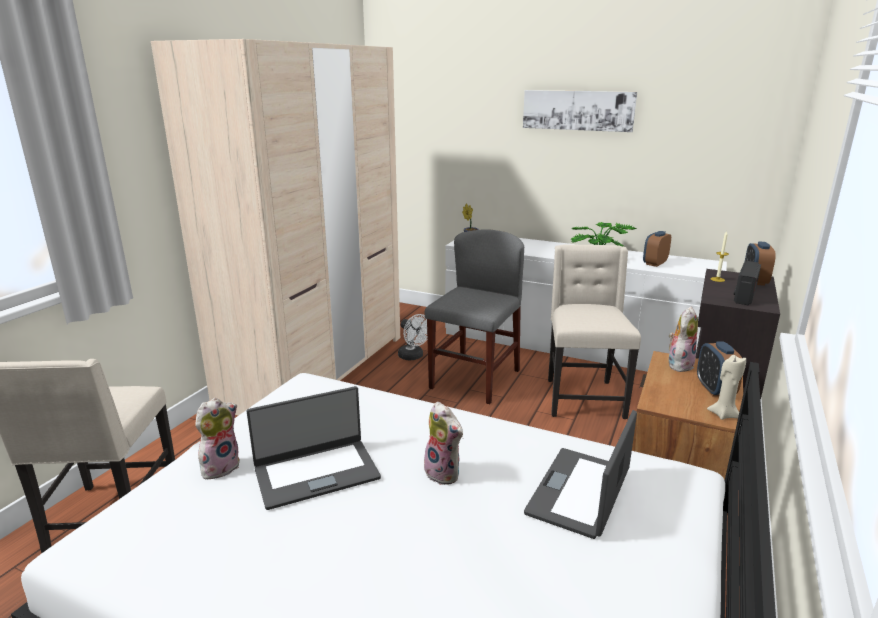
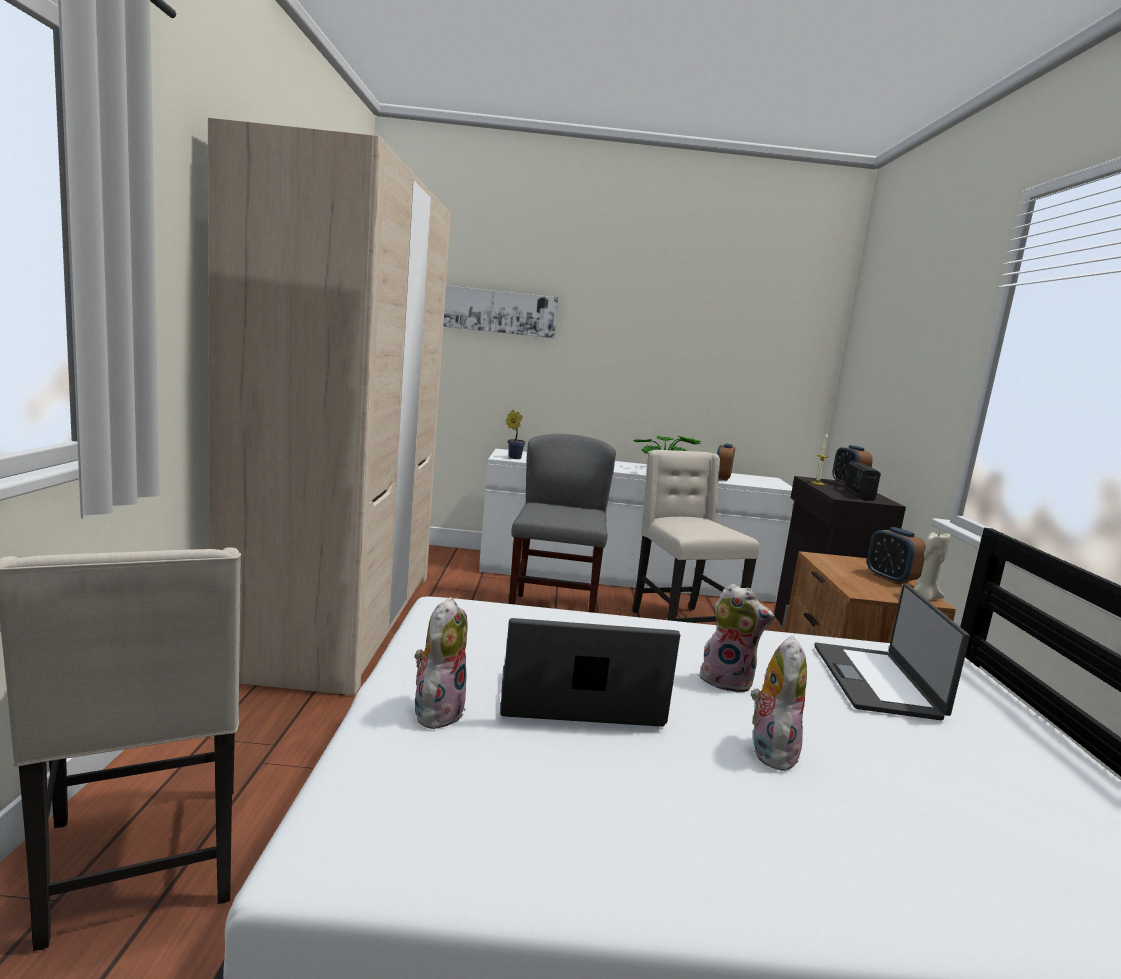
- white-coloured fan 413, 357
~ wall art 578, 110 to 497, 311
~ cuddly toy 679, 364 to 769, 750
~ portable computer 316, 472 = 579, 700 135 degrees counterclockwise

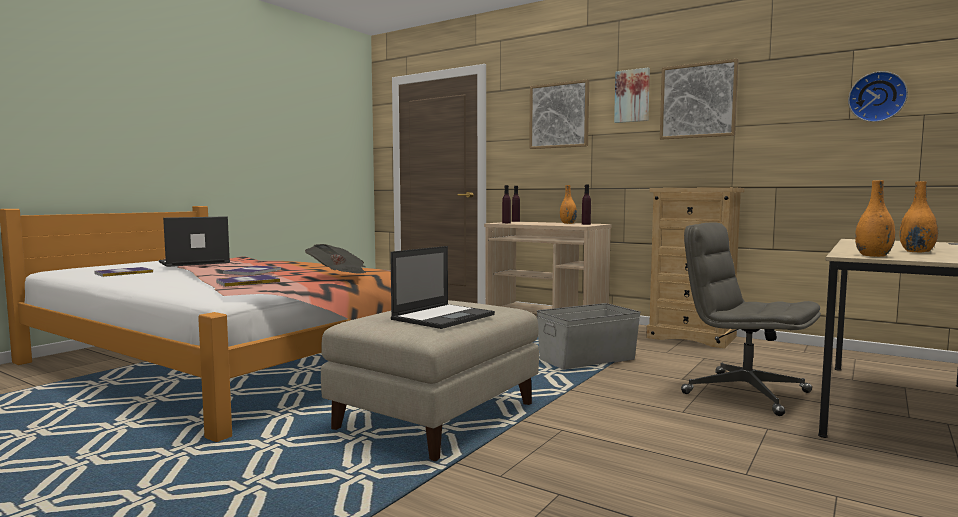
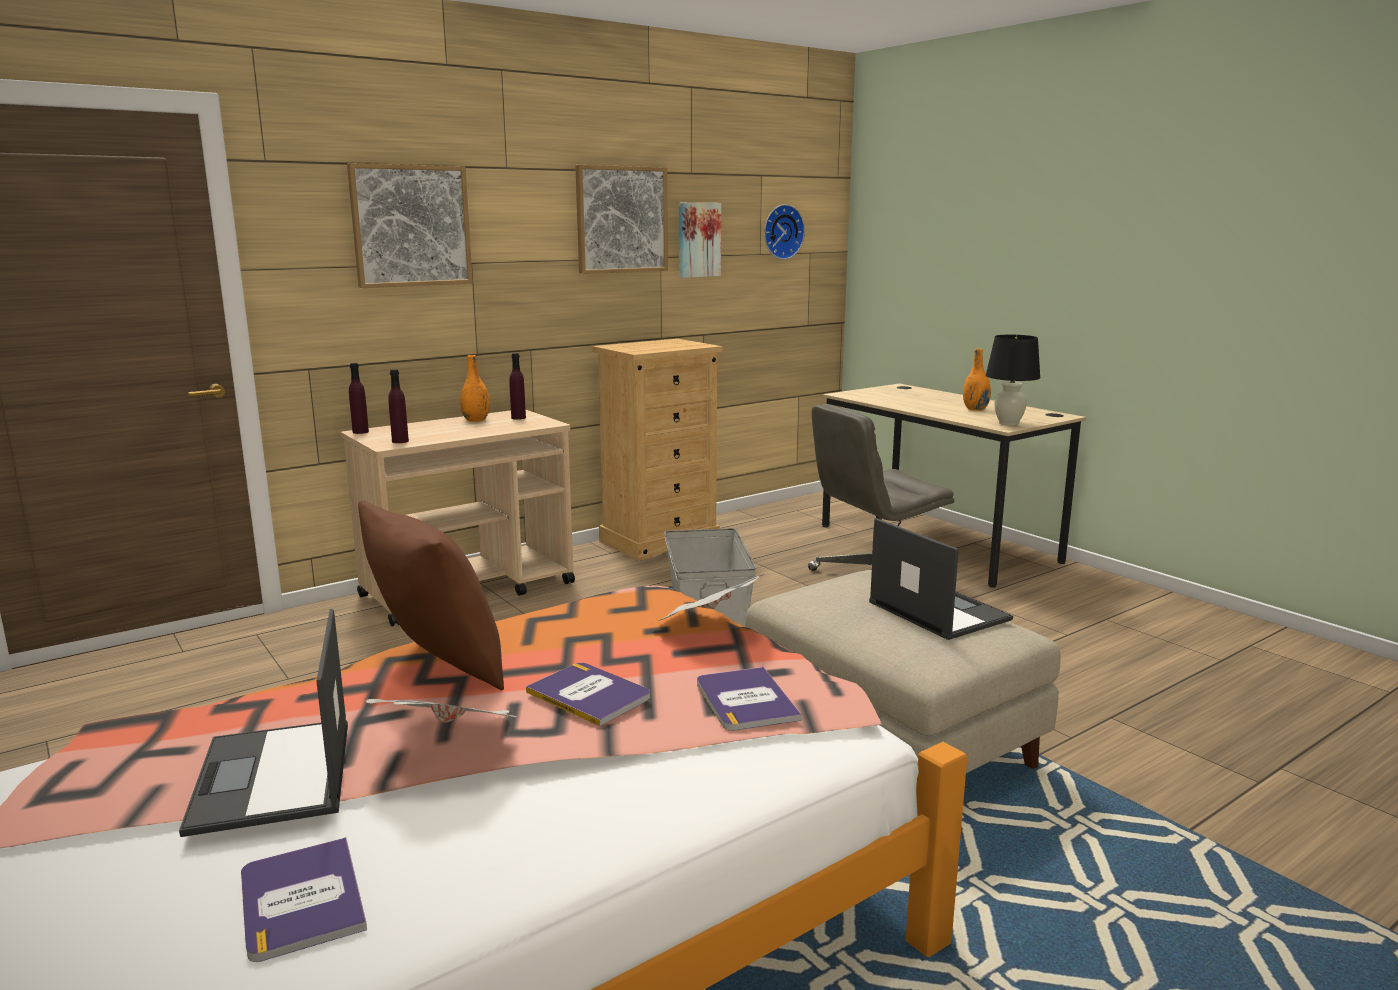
+ brown-coloured pillow 437, 668
+ printed paper 452, 743
~ wall art 632, 96 to 698, 240
~ orangey vase 873, 255 to black-coloured lamp for a table 1008, 423

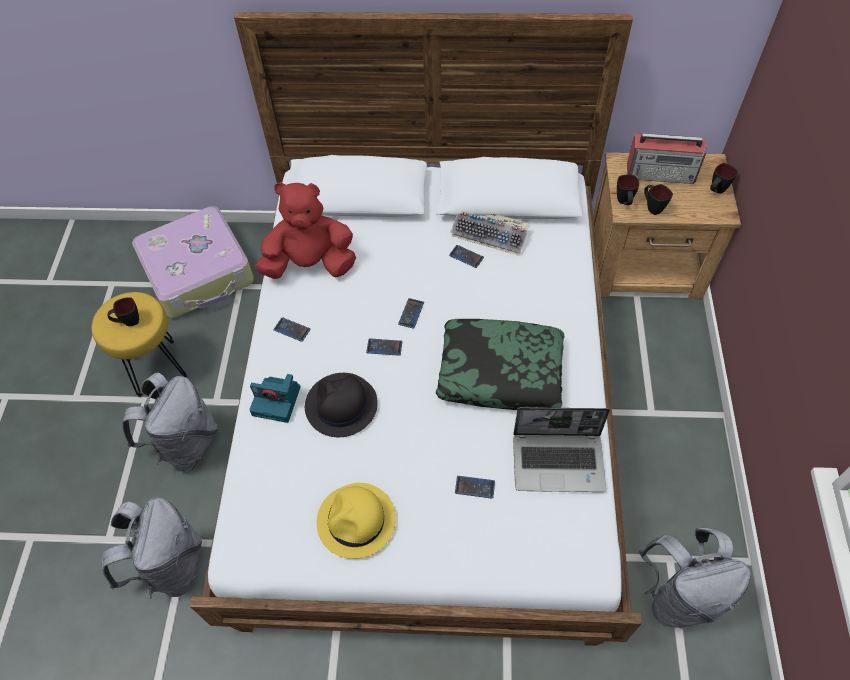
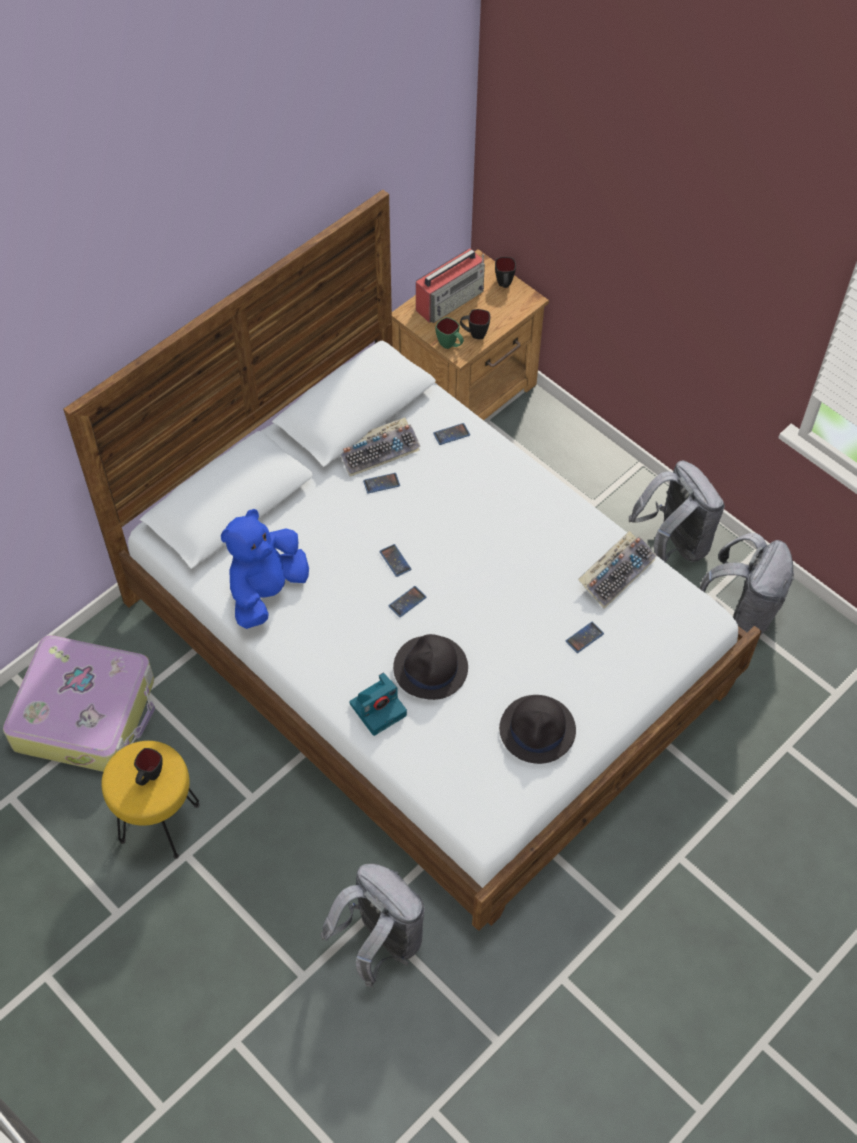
- pillow 500, 372
~ gray knapsack 186, 444 to 673, 544
~ phone 292, 329 to 451, 434
~ portable computer 559, 462 to computer keyboard 616, 572
~ reddish cuddly toy 310, 264 to blue cuddly toy 266, 591
~ yellow wearable hat 356, 521 to black-coloured wearable hat 538, 730
~ black-coloured coffee mug 624, 202 to green coffee mug 450, 345

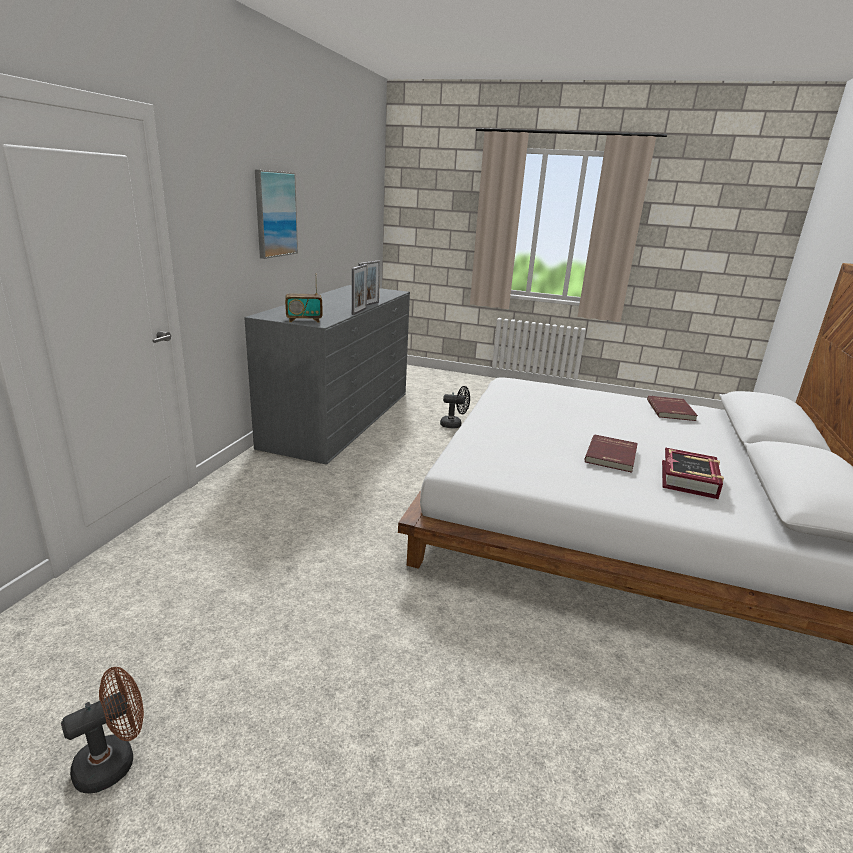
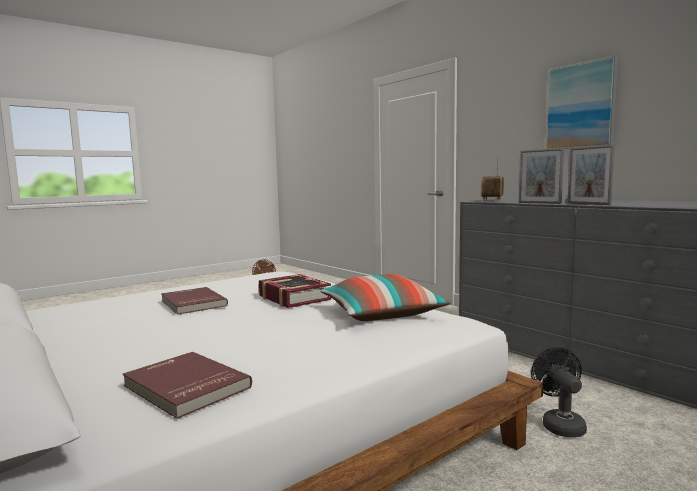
+ pillow 381, 314
~ book 689, 479 to 293, 298
~ black-coloured fan 454, 425 = 559, 424 135 degrees clockwise

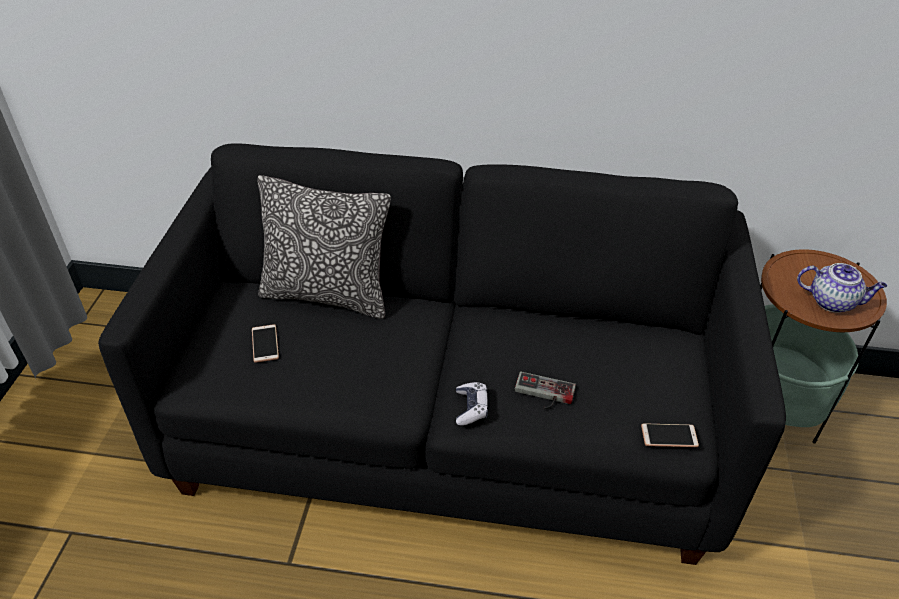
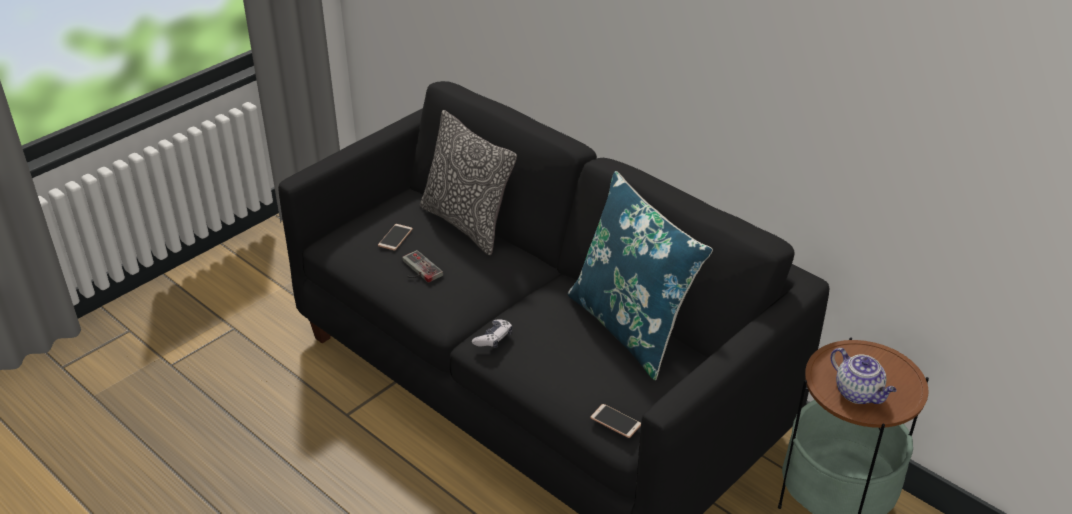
+ blue pillow 631, 327
~ game controller 543, 394 to 418, 270

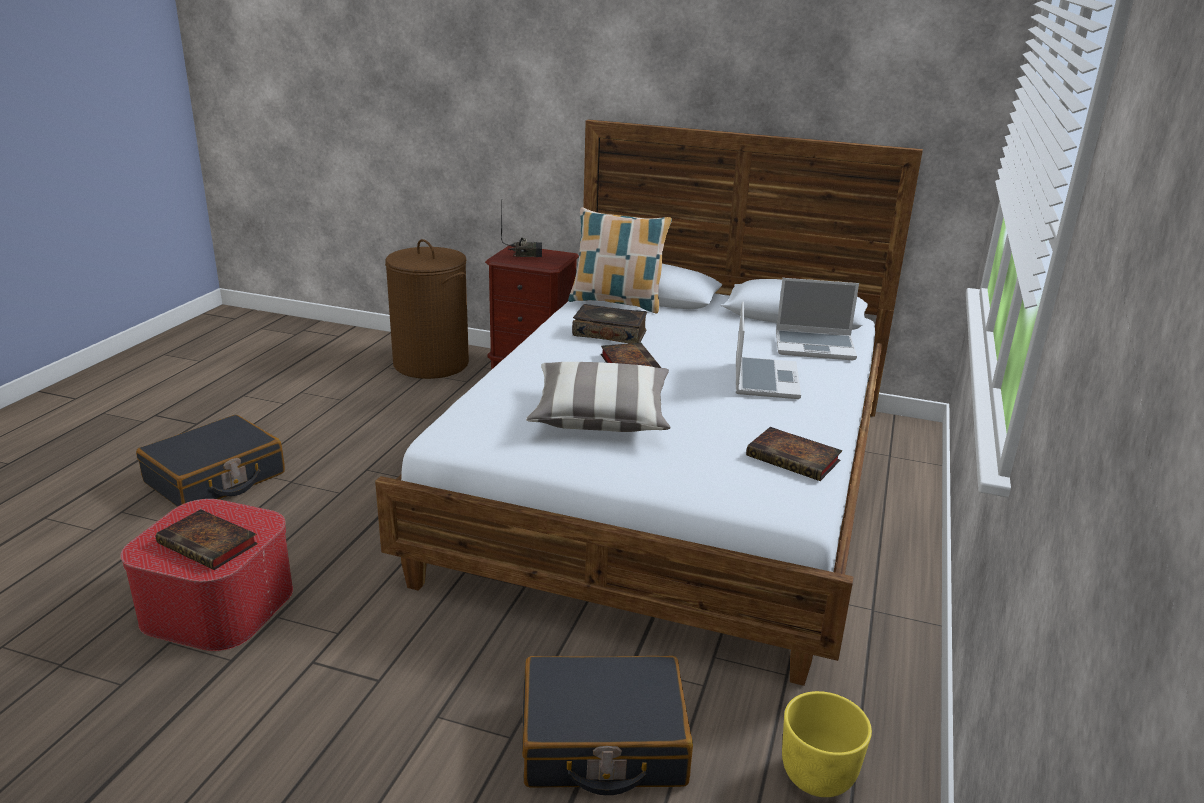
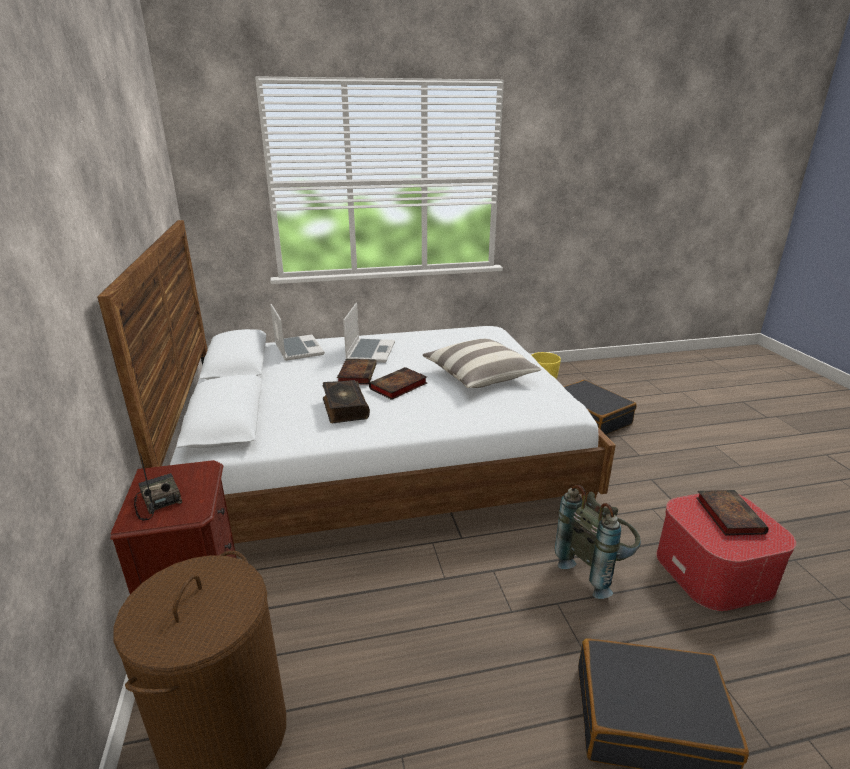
- pillow 617, 303
+ gray knapsack 596, 569
~ book 795, 459 to 357, 374
~ portable computer 764, 379 = 370, 351 120 degrees clockwise

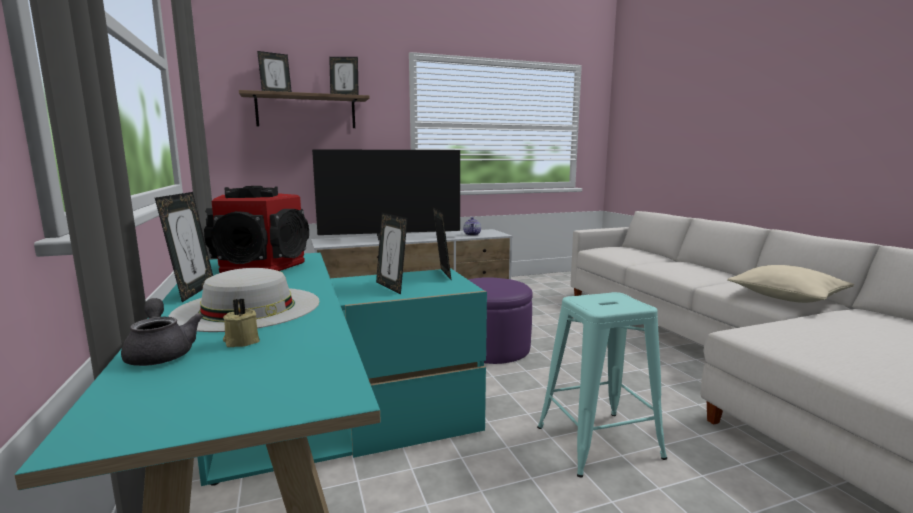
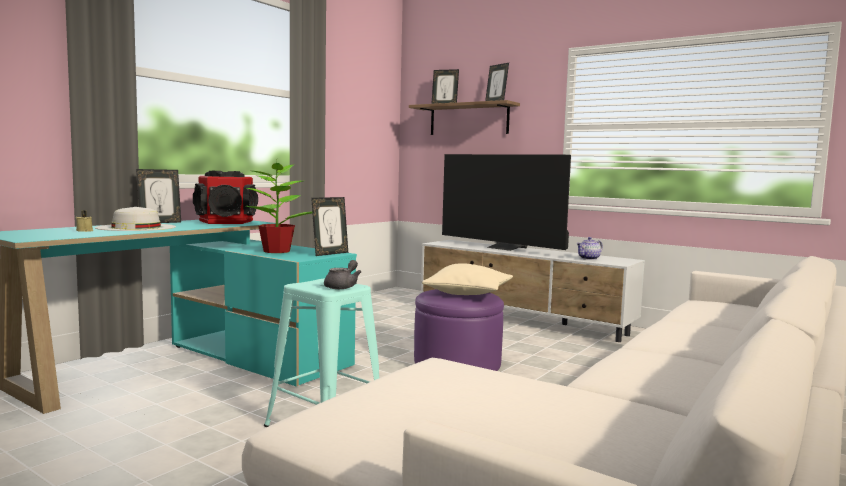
~ gray pot for tea 161, 353 to 343, 286
~ beige pillow 787, 296 to 468, 293
~ photo frame 391, 287 to plant in a pot 277, 251

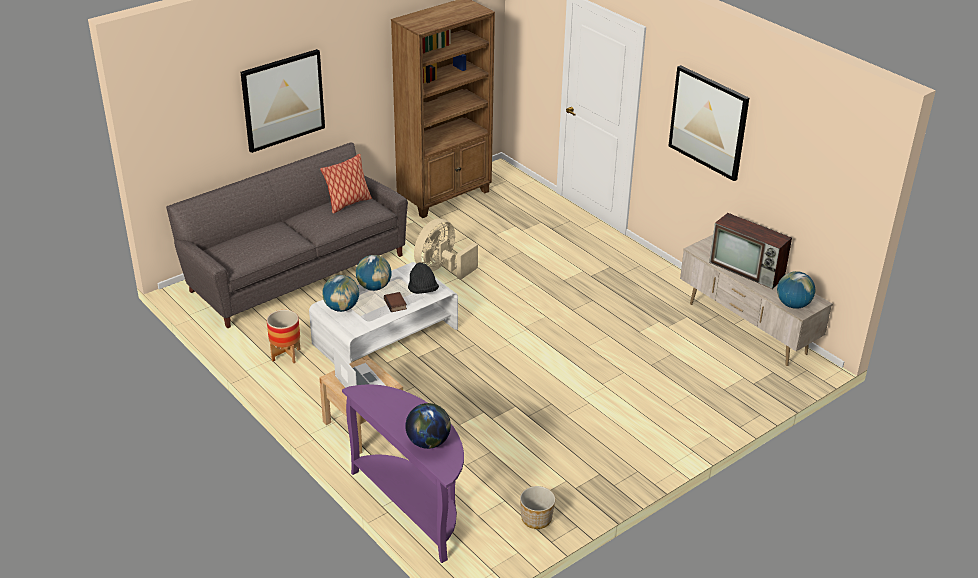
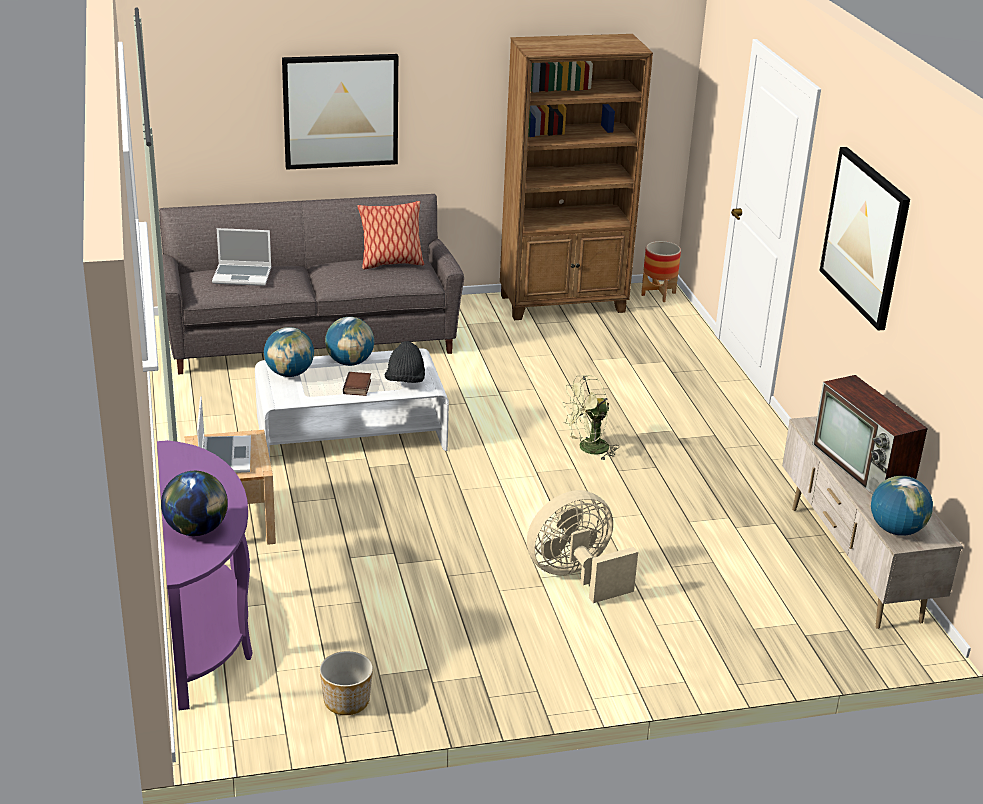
+ portable computer 243, 276
+ green fan 588, 449
~ plant pot 286, 355 to 658, 294
~ beige fan 441, 269 to 576, 576

